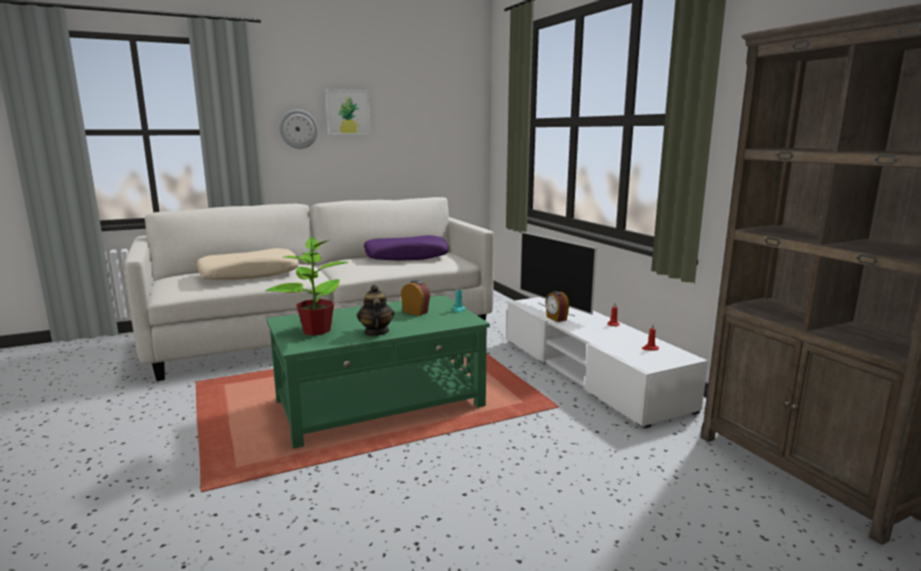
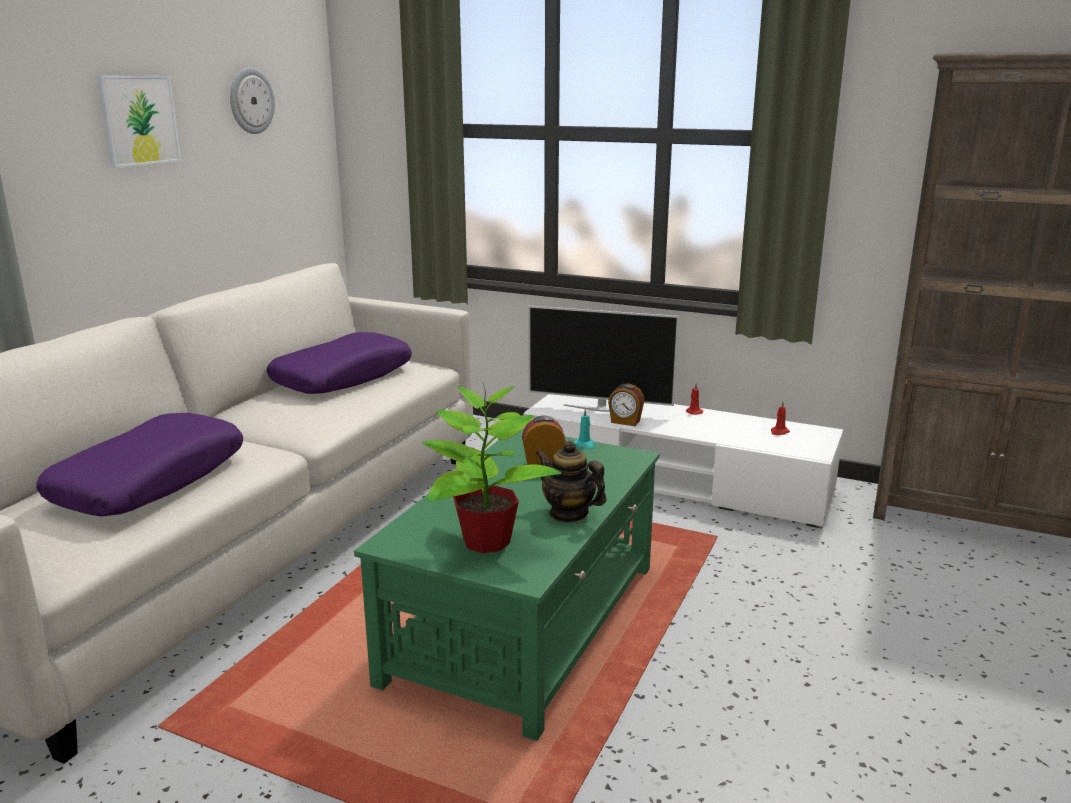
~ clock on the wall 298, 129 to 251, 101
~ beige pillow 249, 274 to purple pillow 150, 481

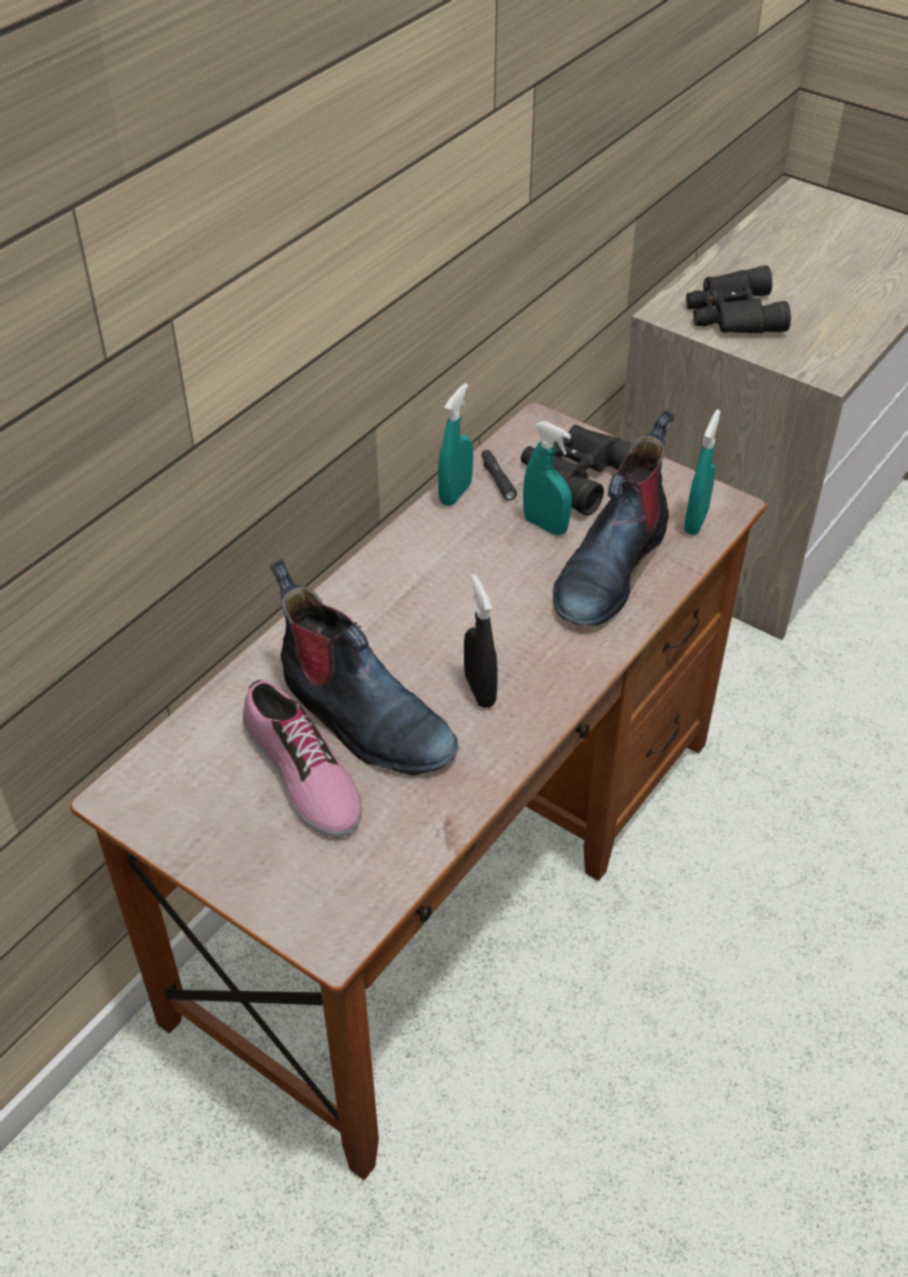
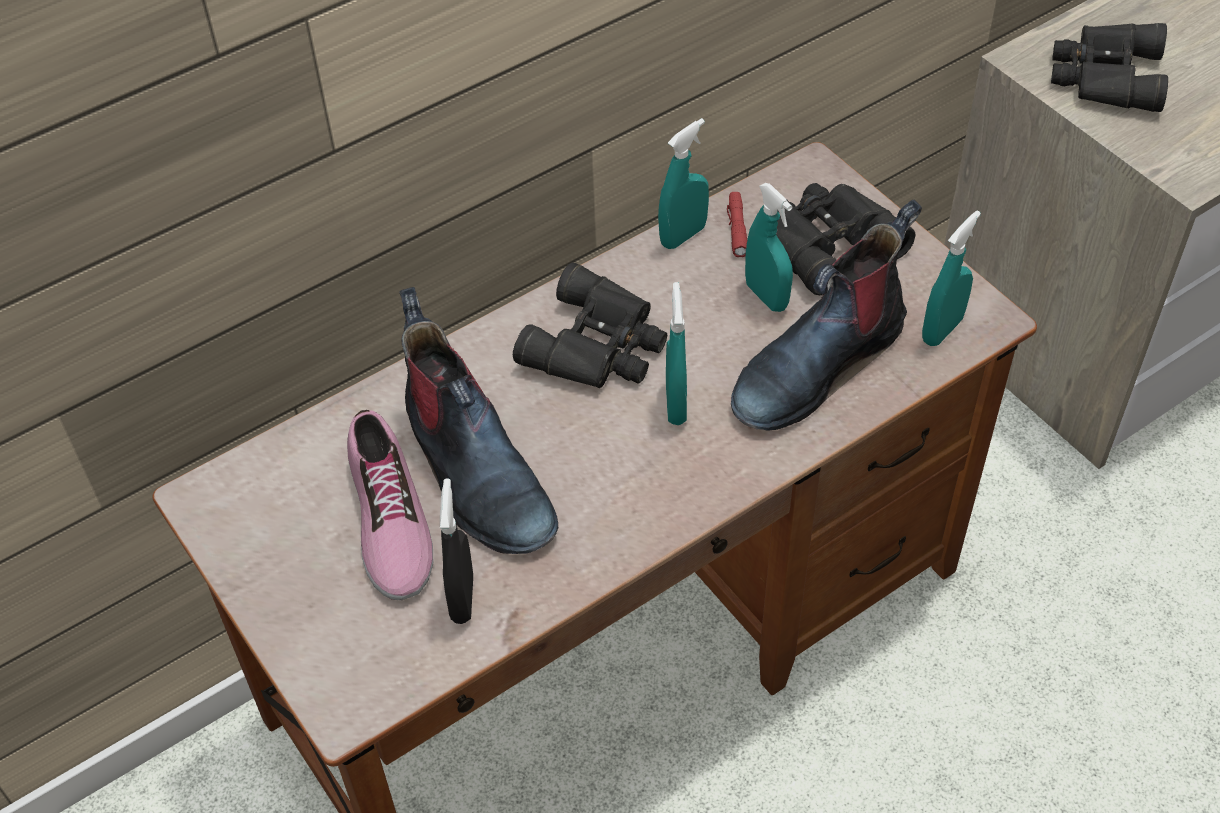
+ black-coloured binoculars 599, 345
+ blue-green hand sprayer 676, 404
~ black-coloured hand sprayer 479, 690 to 462, 598
~ black-coloured hand torch 497, 479 to reddish hand torch 736, 229

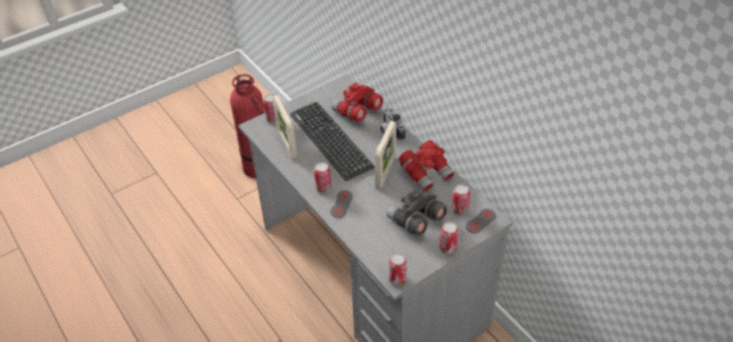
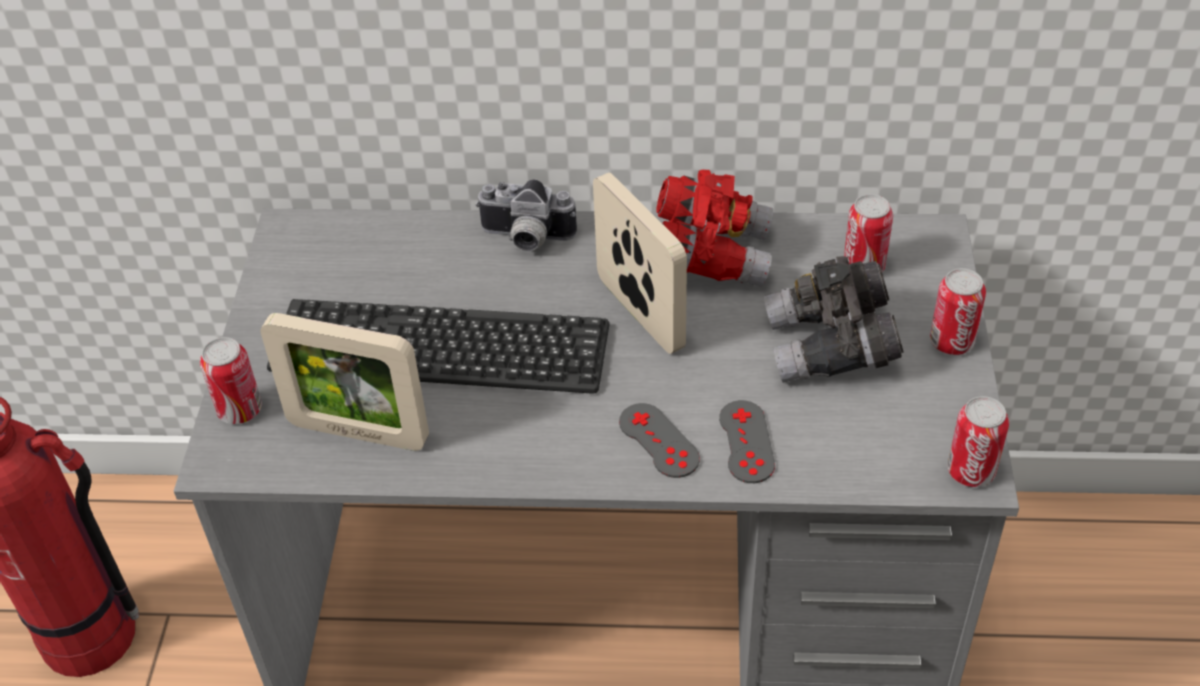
- sealed can 323, 188
- reddish binoculars 357, 112
~ gray game controller 480, 221 to 746, 442

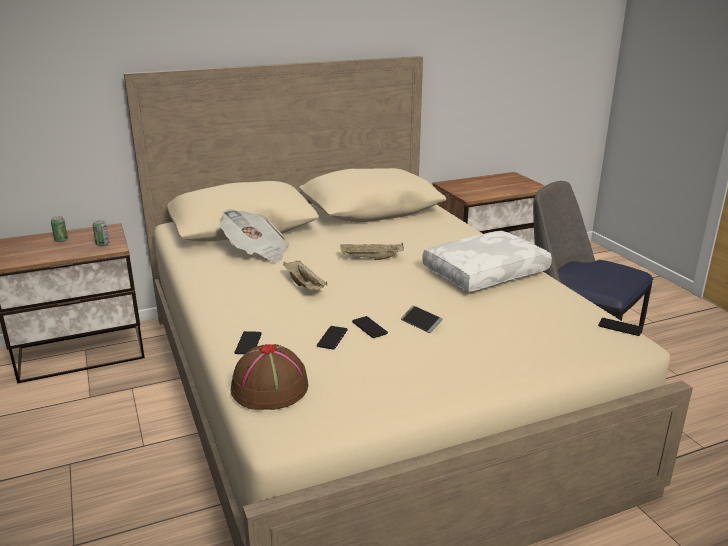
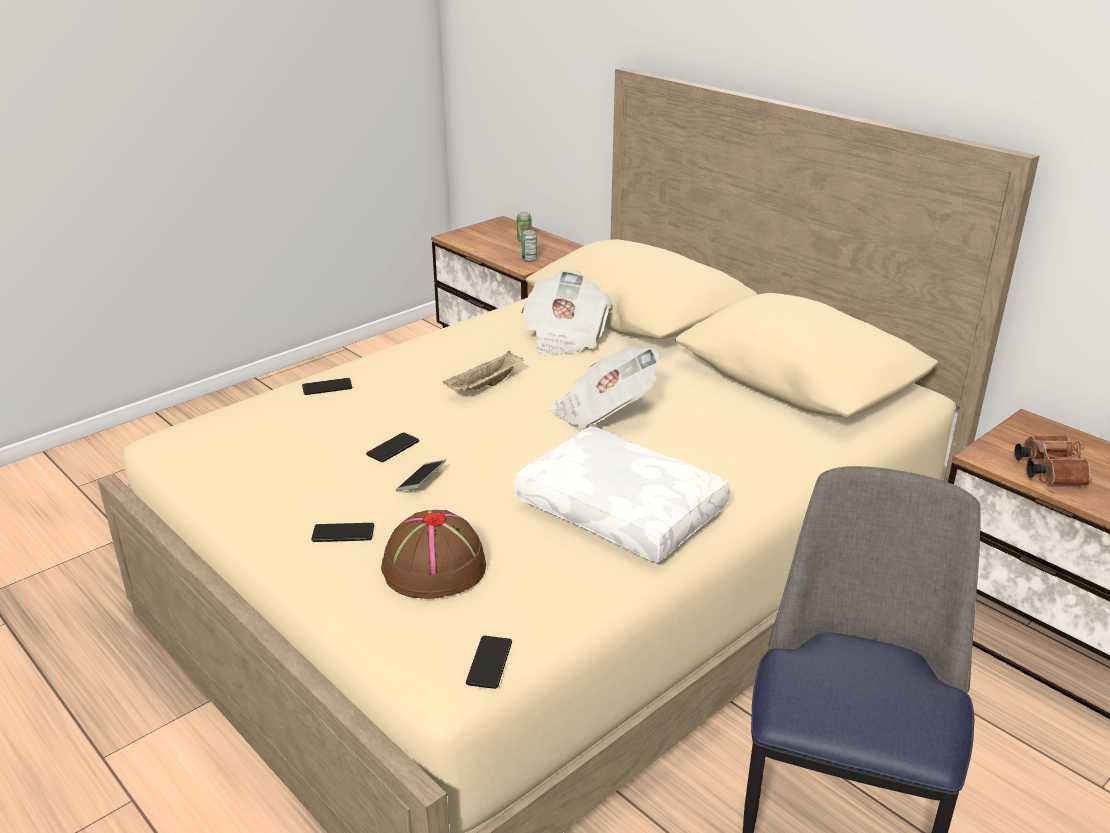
+ brown-coloured binoculars 1048, 471
~ brown-coloured wearable hat 270, 388 to 433, 568
~ phone 332, 338 to 343, 533
~ beige carrying tray 371, 259 to printed paper 603, 412

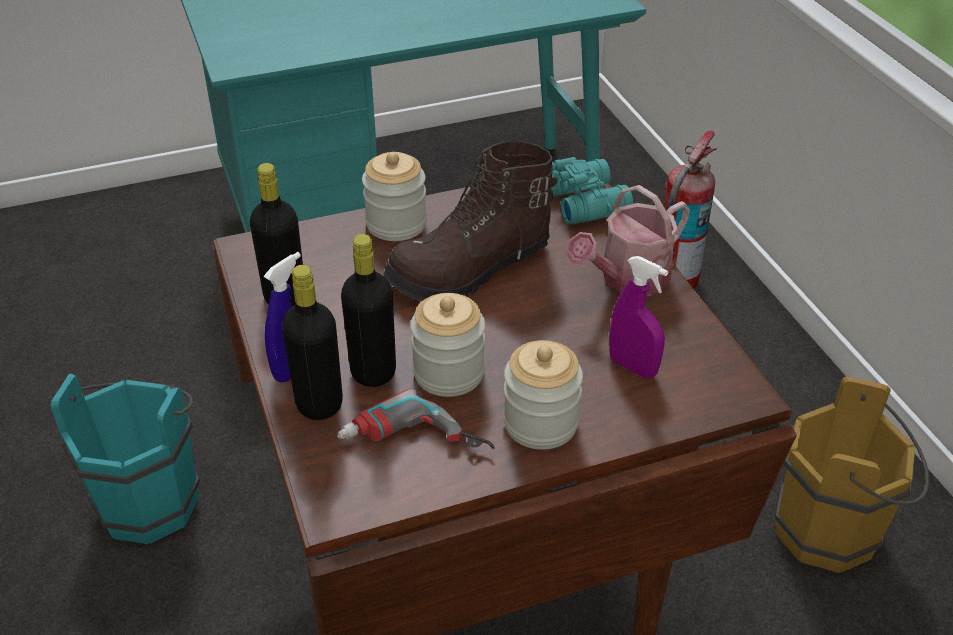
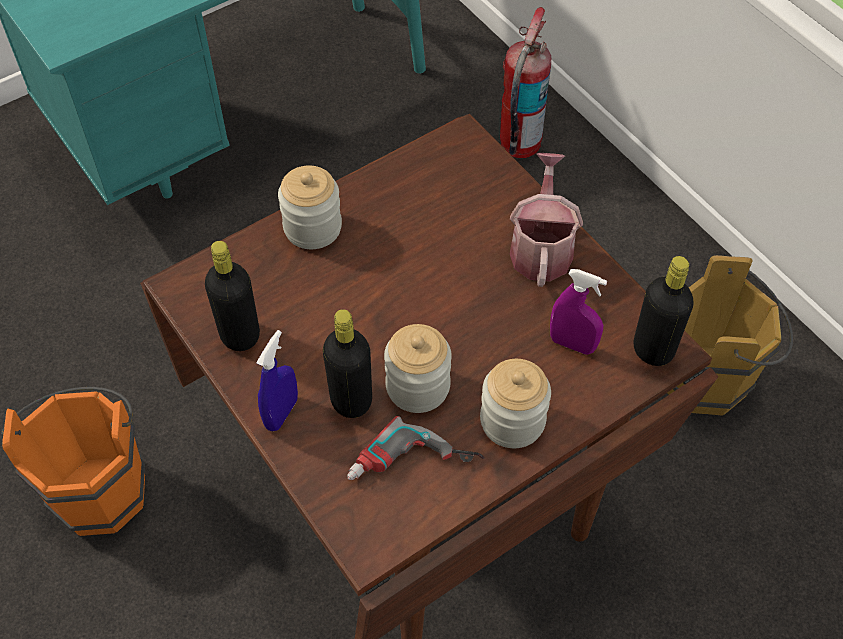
- brown-coloured boot 471, 269
- blue-green binoculars 586, 201
~ black-coloured drink bottle 319, 404 to 653, 349
~ blue-green pail 153, 498 to orangey pail 101, 486
~ watering can 627, 279 = 541, 247 150 degrees clockwise

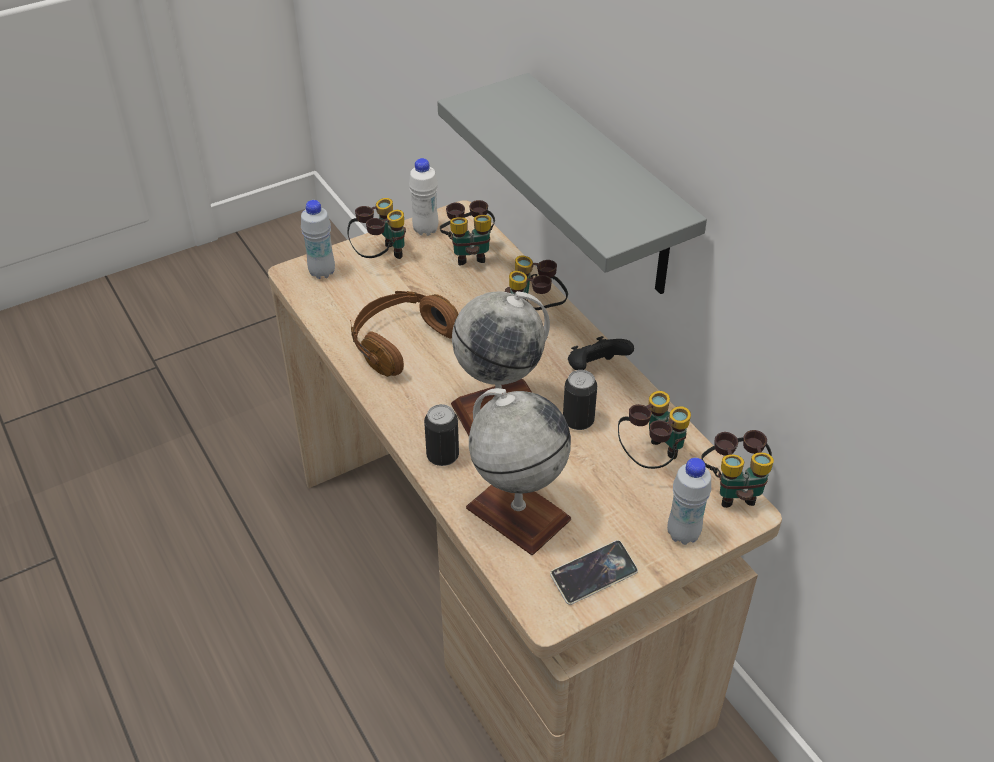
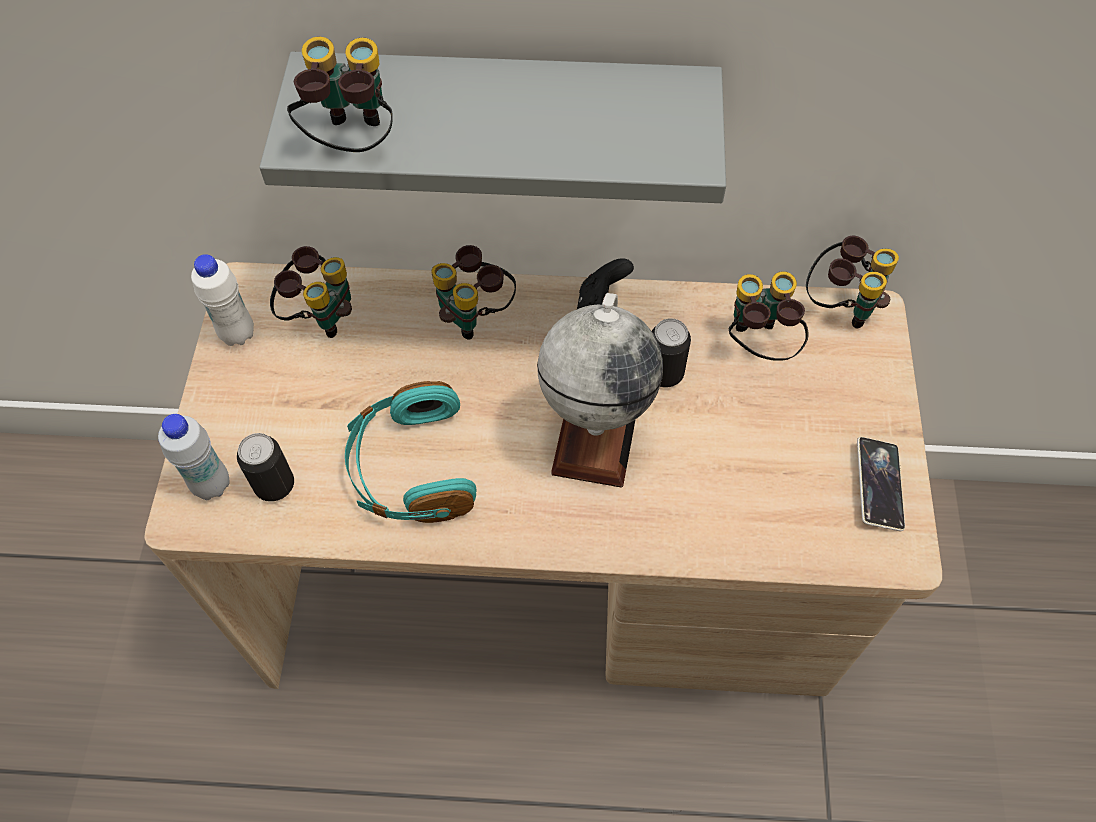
- world globe 517, 513
- white-coloured drink bottle 683, 534
~ binoculars 380, 256 to 352, 142
~ sealed can 442, 456 to 274, 485
~ brown-coloured headset 400, 342 to blue-green headset 411, 468

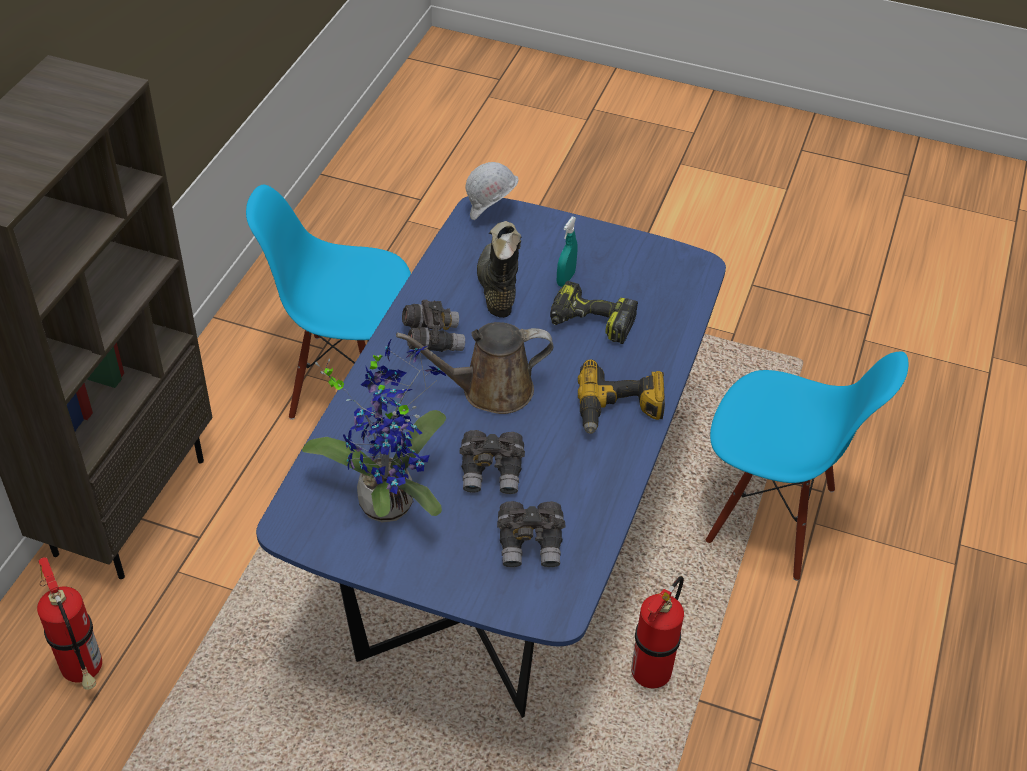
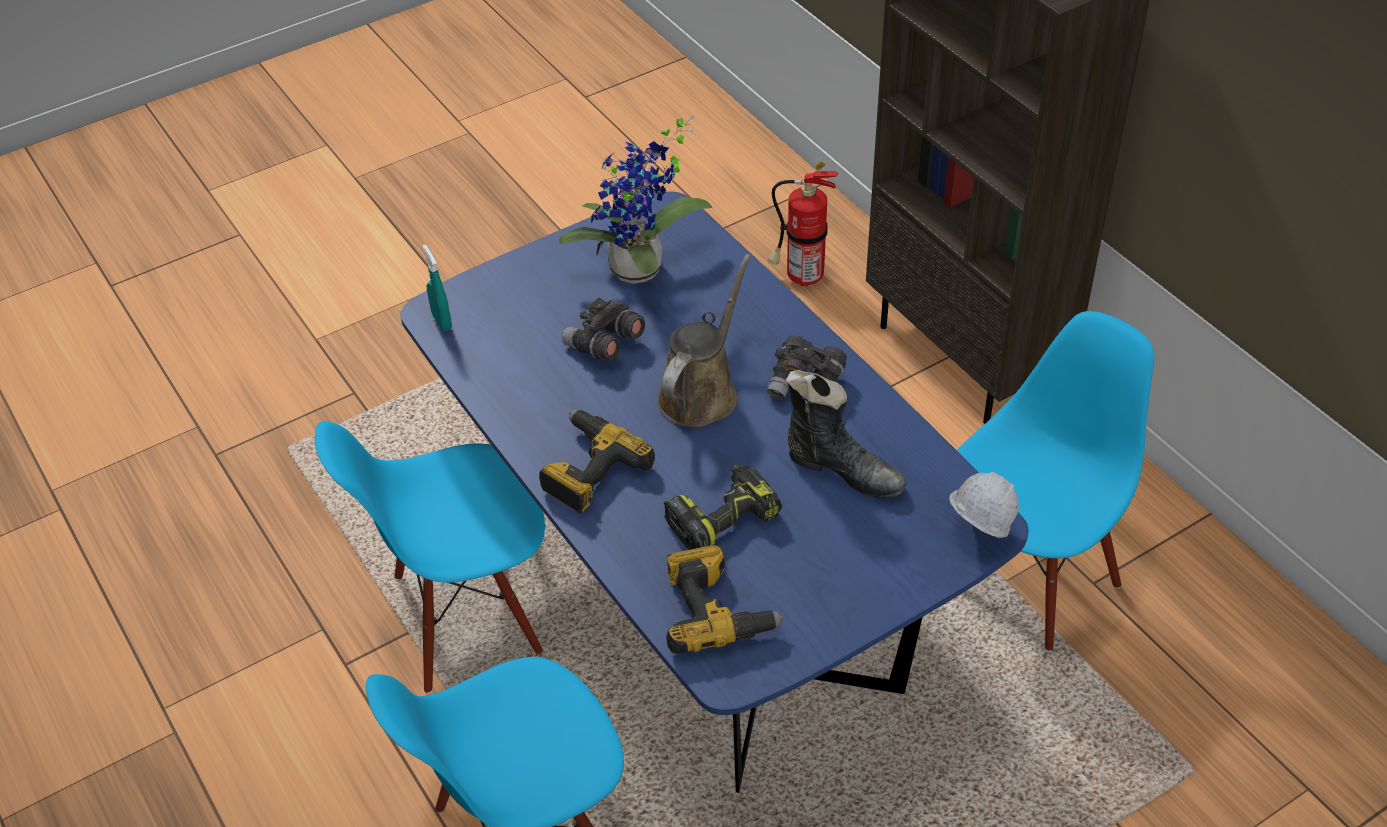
- gray binoculars 531, 544
+ power drill 716, 610
~ blue-green hand sprayer 565, 279 to 442, 321
~ fire-fighting cylinder 653, 671 to blue chair 465, 617

